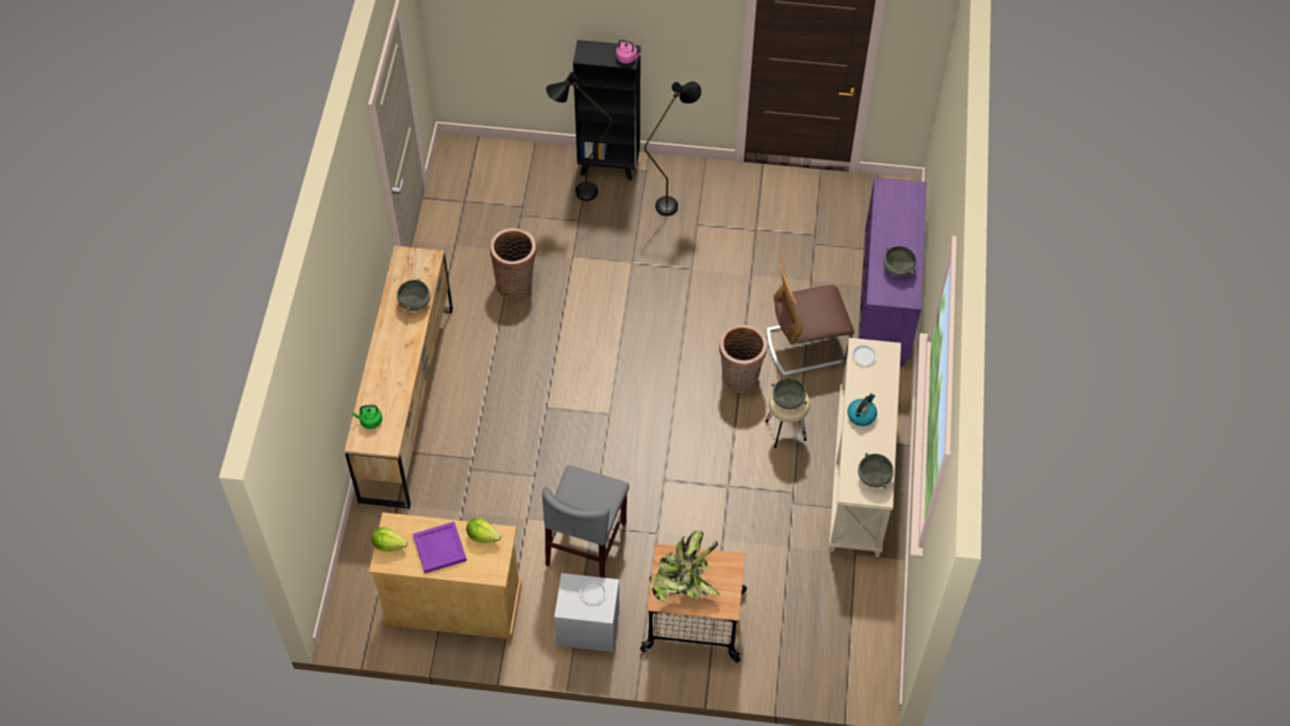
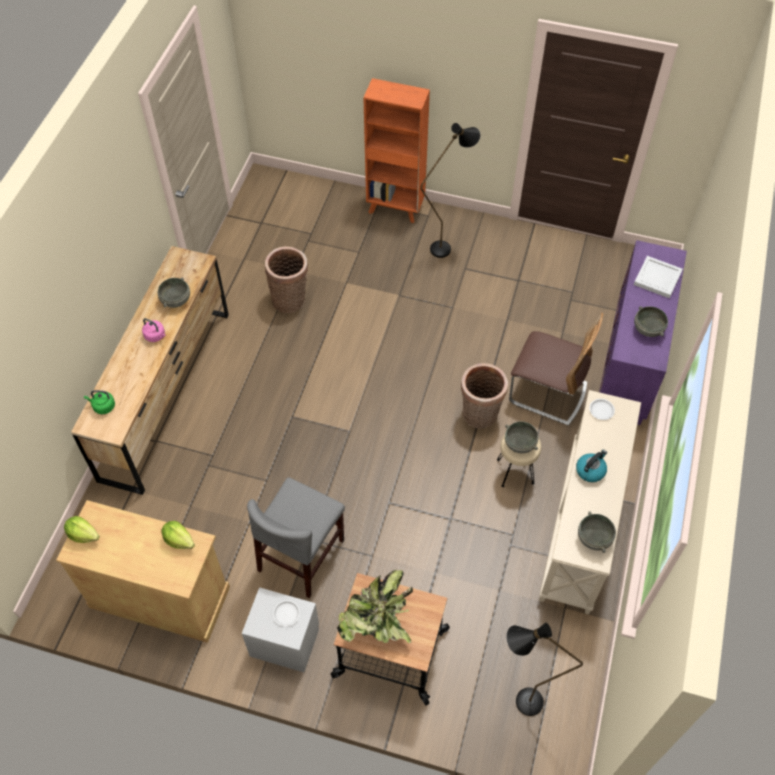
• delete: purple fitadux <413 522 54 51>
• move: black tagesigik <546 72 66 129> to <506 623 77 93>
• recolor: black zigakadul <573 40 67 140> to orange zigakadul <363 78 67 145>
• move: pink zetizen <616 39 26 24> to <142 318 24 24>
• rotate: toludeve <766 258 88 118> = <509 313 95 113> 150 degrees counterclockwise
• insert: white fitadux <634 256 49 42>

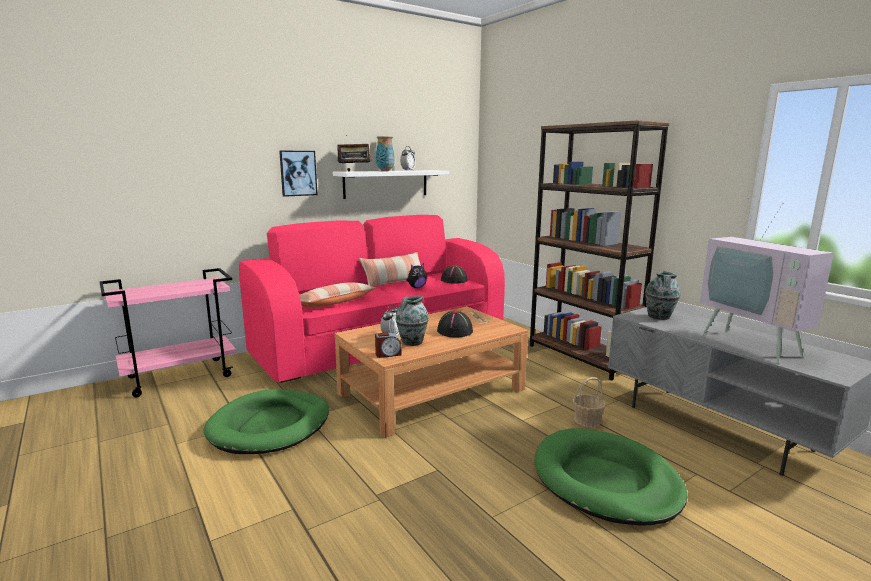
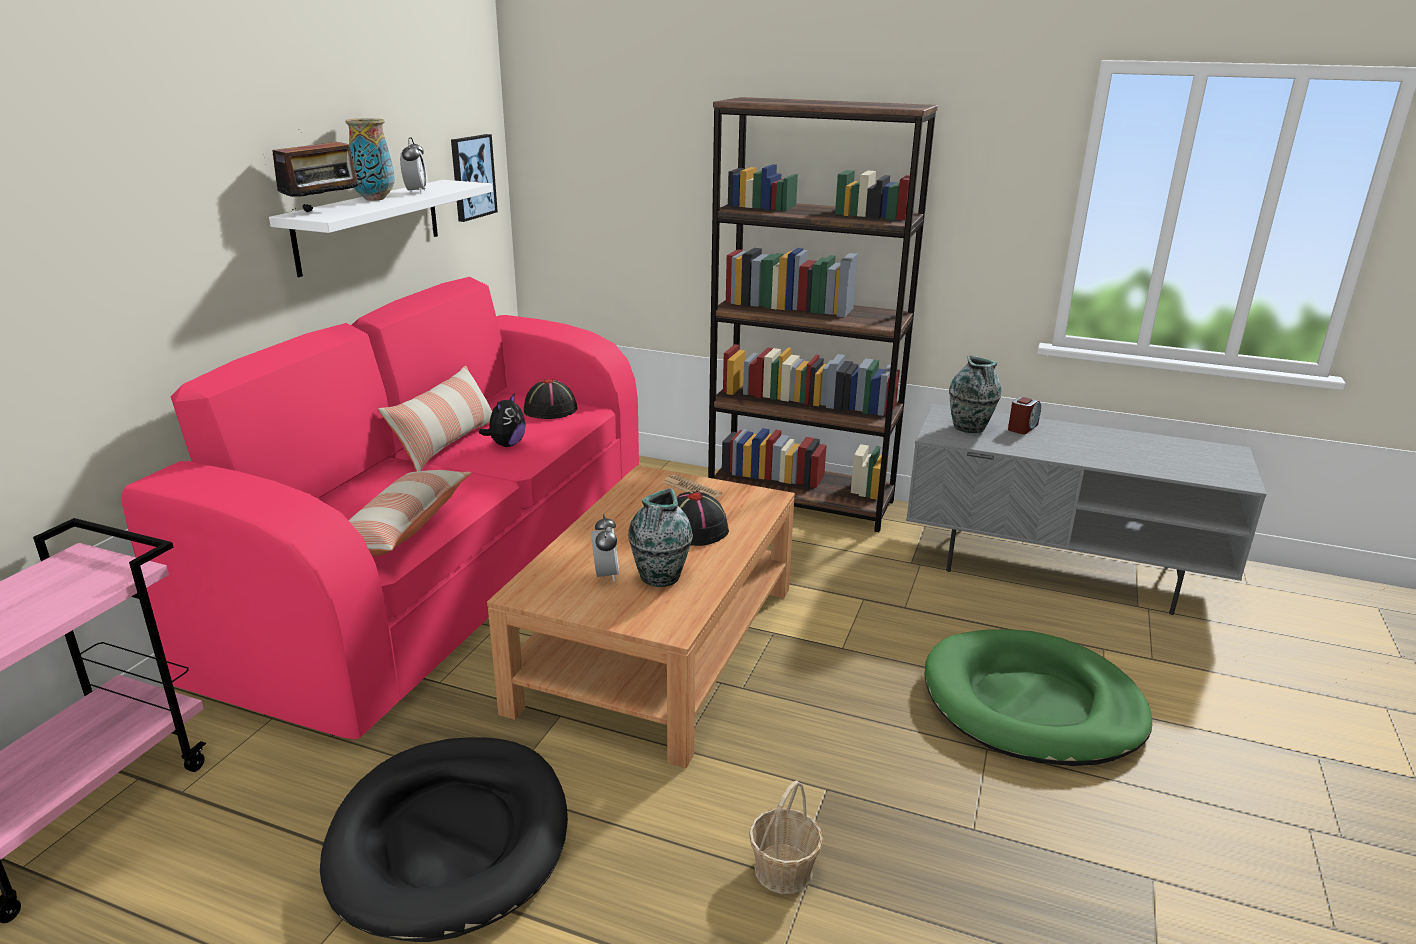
• recolor: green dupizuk <203 389 126 65> to black dupizuk <320 737 248 205>
• move: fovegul <279 151 39 46> to <451 134 47 88>
• move: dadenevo <375 332 27 26> to <1008 397 33 37>
• move: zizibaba <573 377 33 50> to <749 781 74 113>
• delete: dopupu <700 198 134 166>

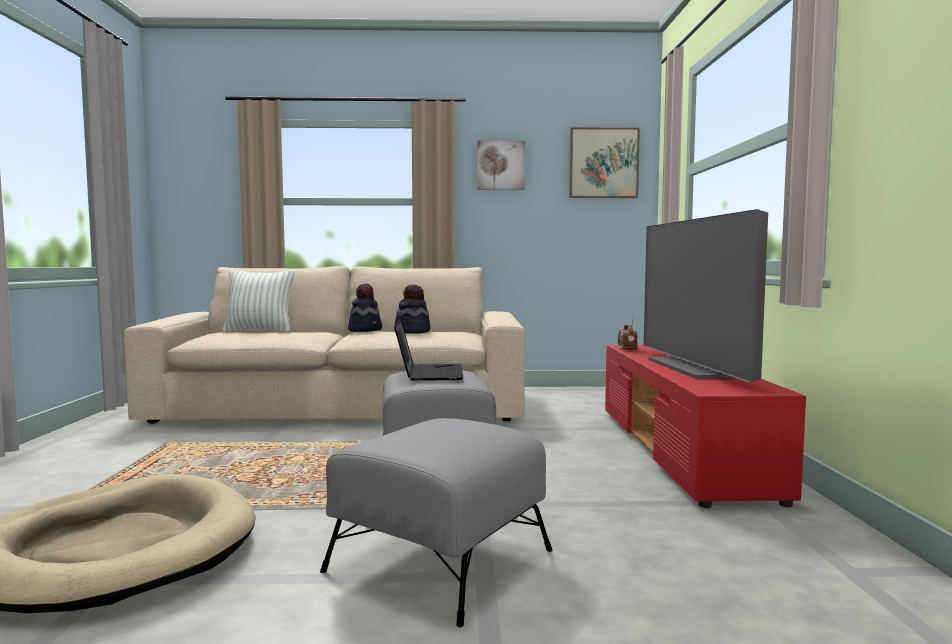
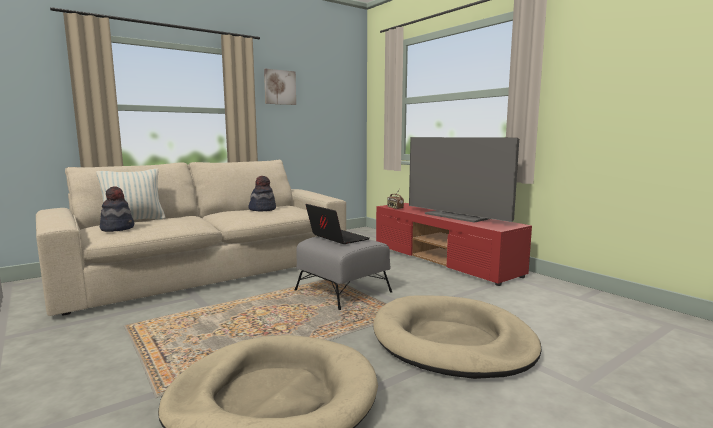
• replace: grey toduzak <320 418 233 209> to beige dupizuk <373 295 169 84>
• move: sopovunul <348 284 34 48> to <100 186 34 46>
• delete: fovegul <569 127 71 71>

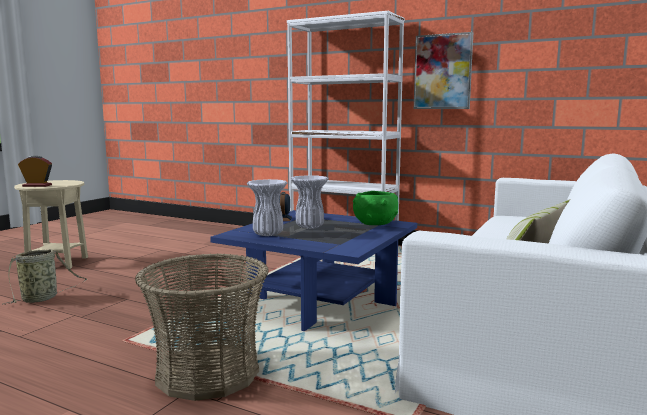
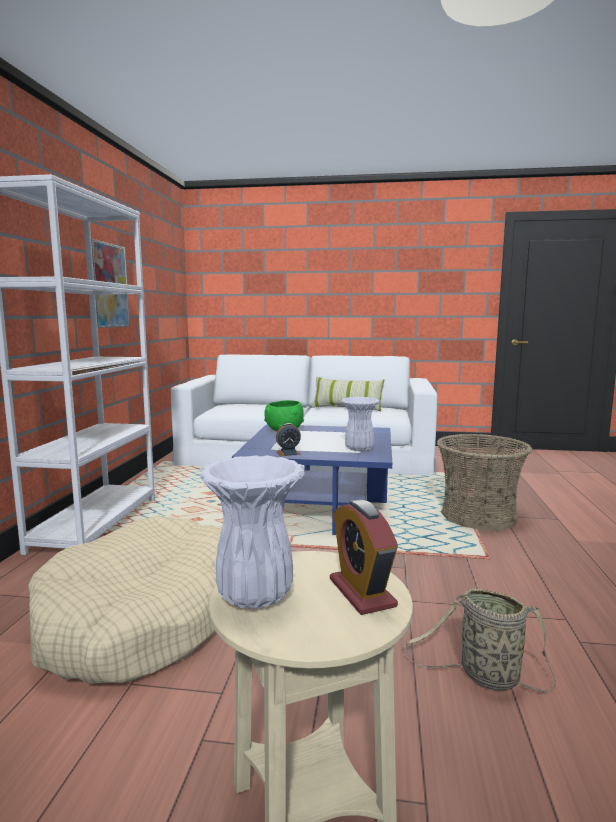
• move: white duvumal <291 175 38 54> to <200 455 105 154>
• insert: beige dupizuk <28 516 193 168>

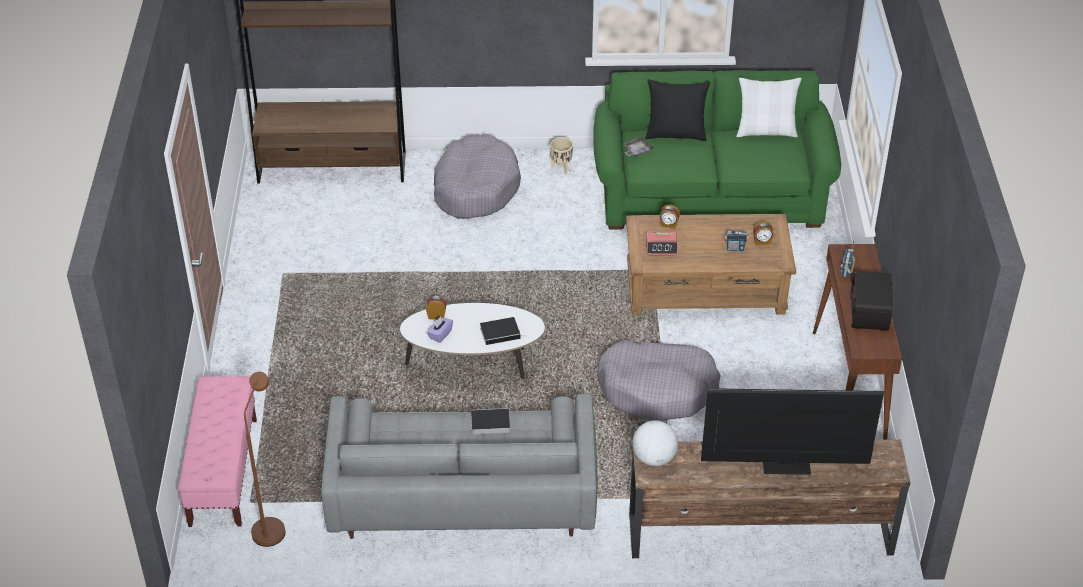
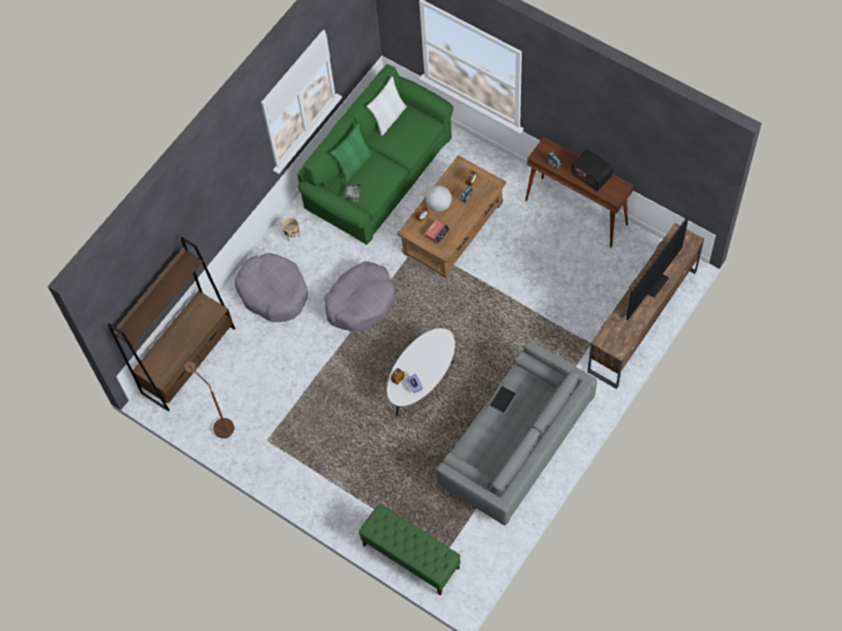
• recolor: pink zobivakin <177 376 80 151> to green zobivakin <359 504 102 92>
• move: brown tagesigik <244 371 41 176> to <184 361 50 77>
• delete: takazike <480 317 47 28>
• move: grey dupizuk <597 340 124 80> to <324 261 71 71>
• move: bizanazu <632 420 46 46> to <426 185 26 27>
• recolor: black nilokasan <645 79 65 62> to green nilokasan <330 123 43 59>

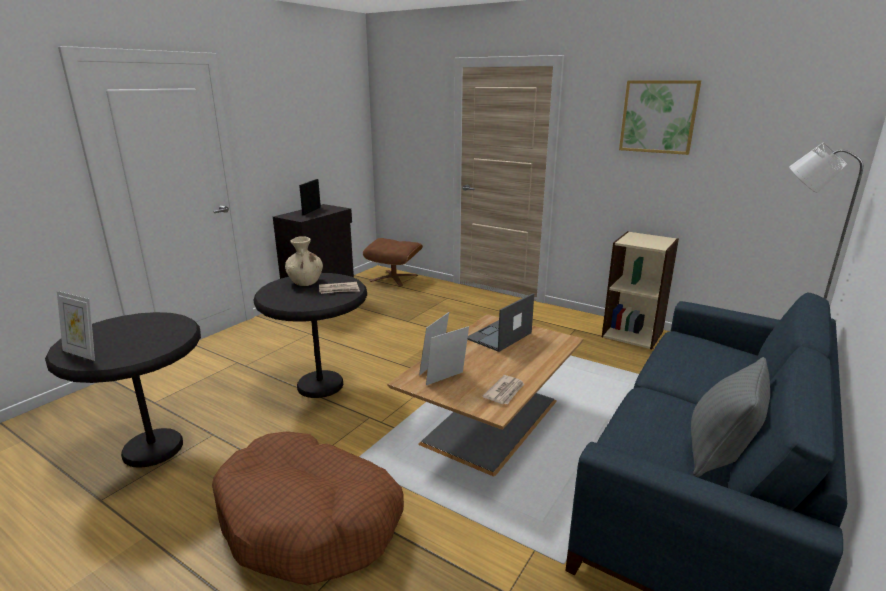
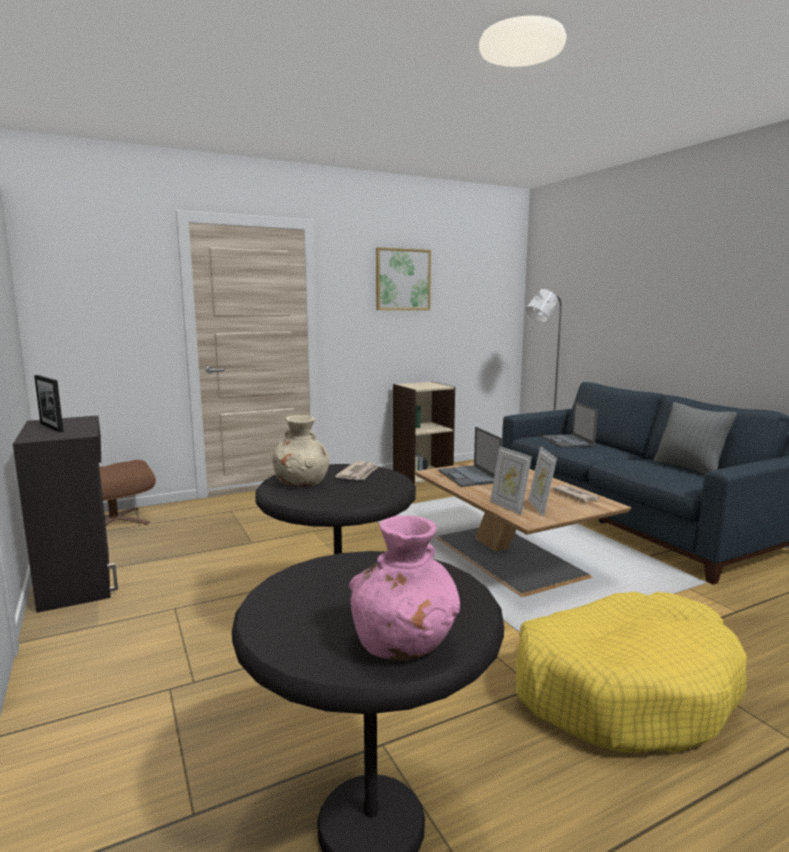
• replace: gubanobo <57 291 38 70> to pink duvumal <350 515 110 145>
• recolor: brown dupizuk <212 431 192 154> to yellow dupizuk <516 592 231 161>
• insert: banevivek <542 402 56 46>

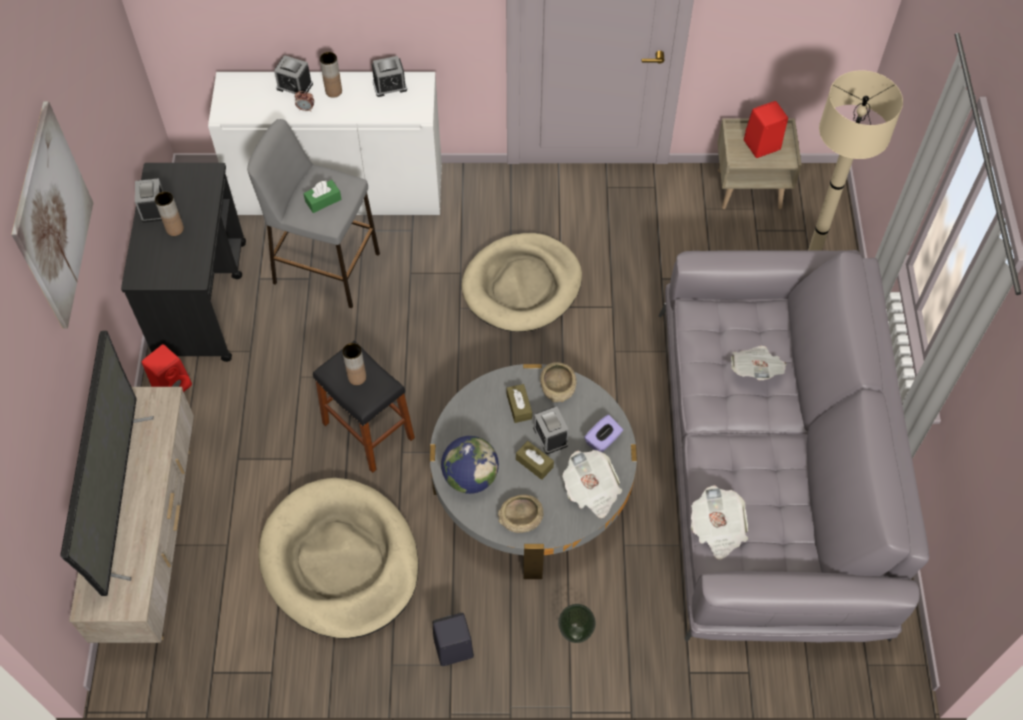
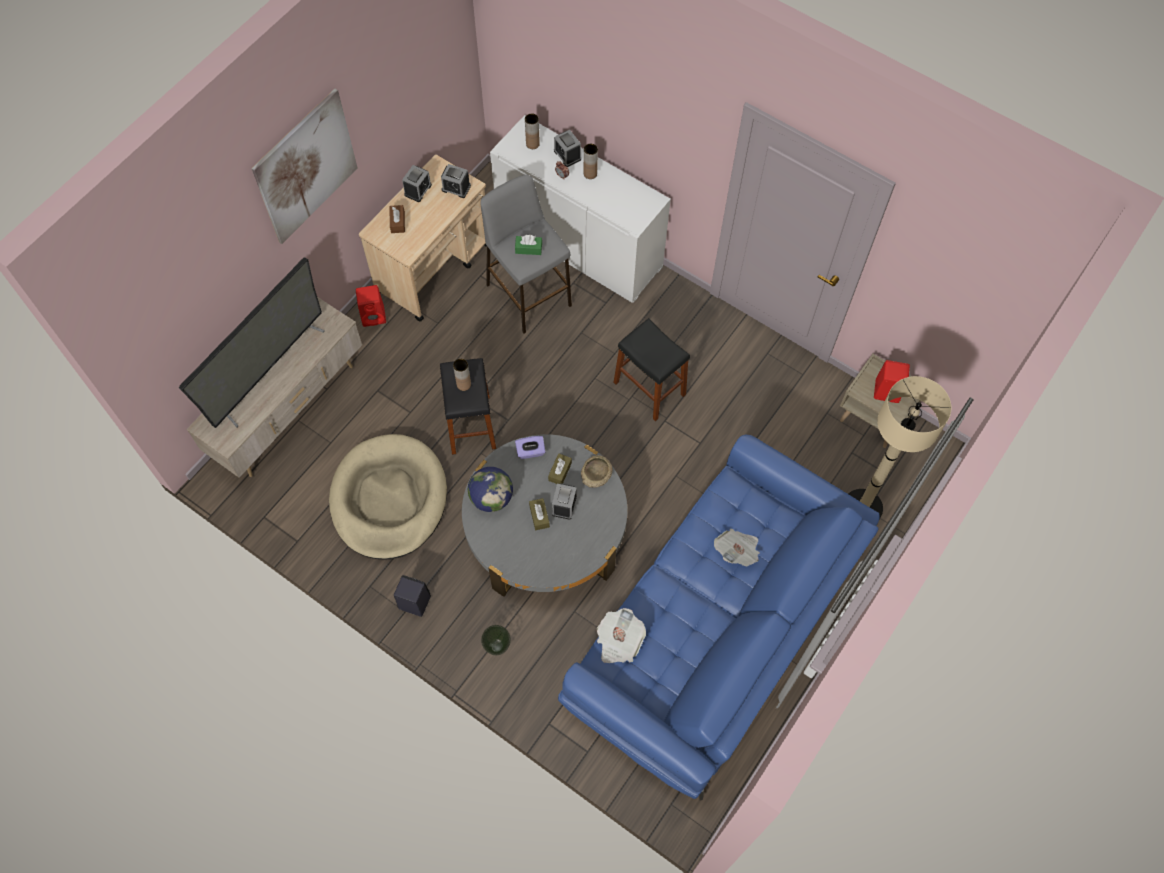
• recolor: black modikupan <121 163 125 199> to beige modikupan <359 155 128 166>
• move: brown duvumal <155 192 29 44> to <525 114 15 35>
• move: dadenevo <372 56 35 41> to <441 164 30 34>
• replace: beige dupizuk <461 233 121 99> to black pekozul <613 318 77 103>
• delete: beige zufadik <498 495 45 38>
• delete: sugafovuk <562 450 60 68>
• move: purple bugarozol <584 415 39 37> to <515 436 30 23>
• recolor: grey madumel <658 250 271 393> to blue madumel <558 435 322 366>
• insert: brown bugarozol <390 205 15 28>

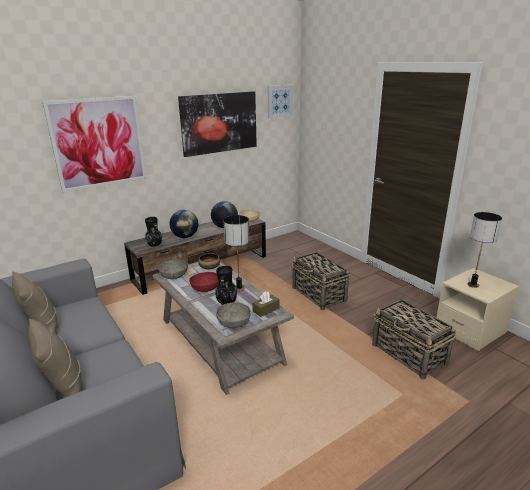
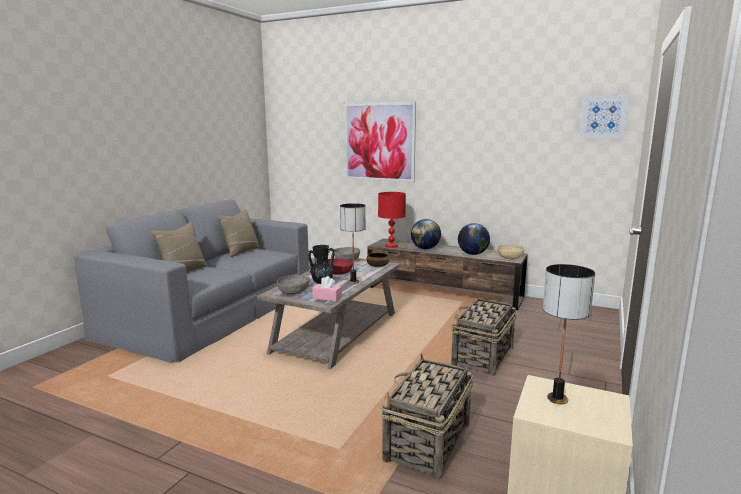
• replace: black duvumal <145 217 17 31> to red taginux <378 192 28 56>
• delete: fovegul <178 91 79 66>
• recolor: brown bugarozol <252 291 28 26> to pink bugarozol <312 276 30 26>

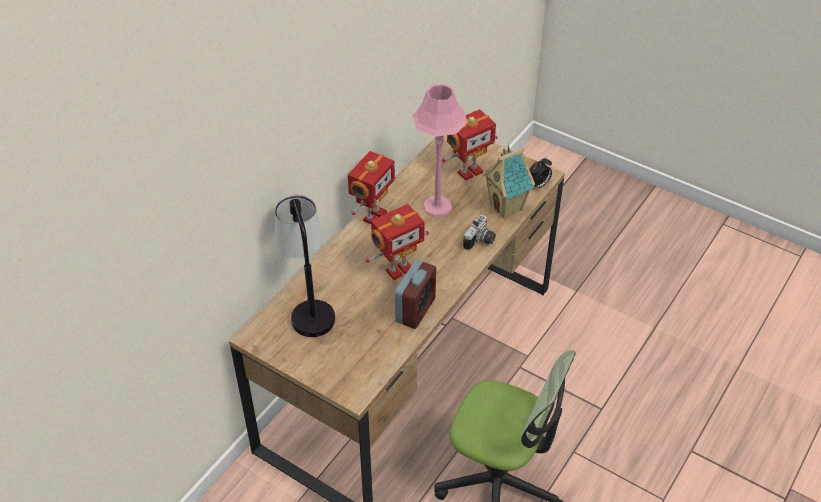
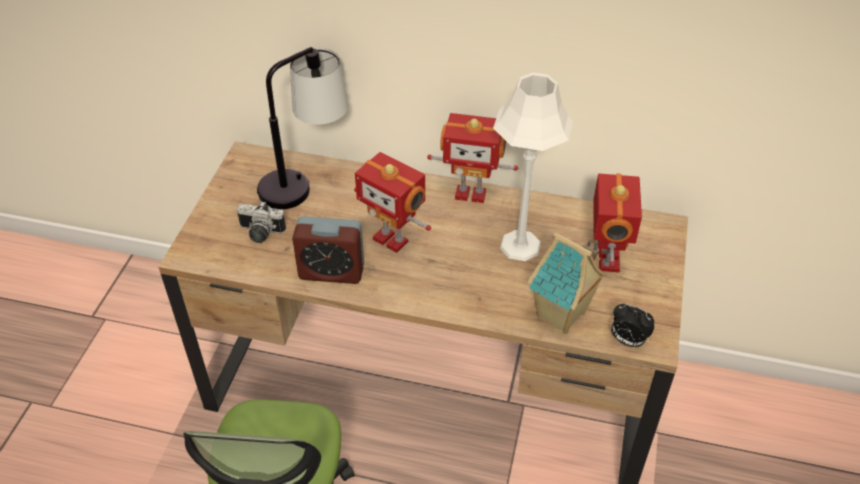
• recolor: pink taginux <412 83 56 134> to white taginux <493 73 80 188>
• rotate: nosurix <442 109 56 72> = <593 173 49 100> 120 degrees counterclockwise
• move: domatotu <463 215 33 35> to <237 201 49 42>

